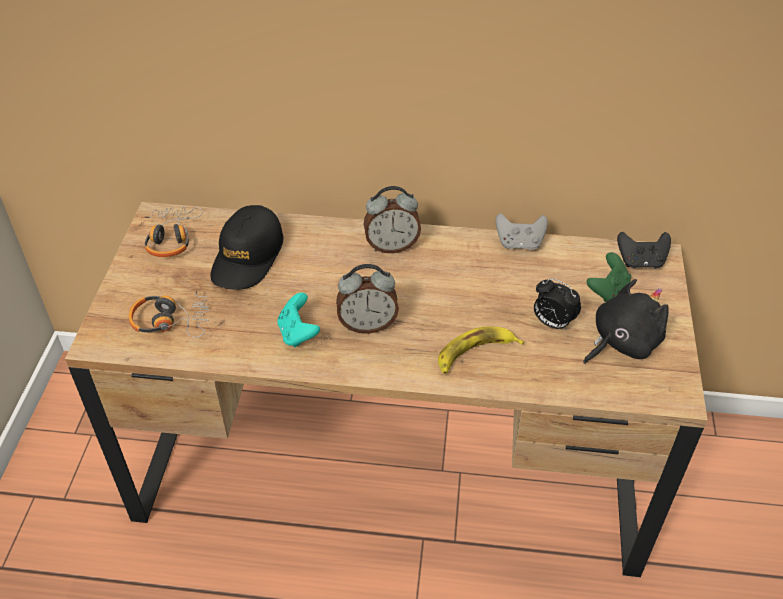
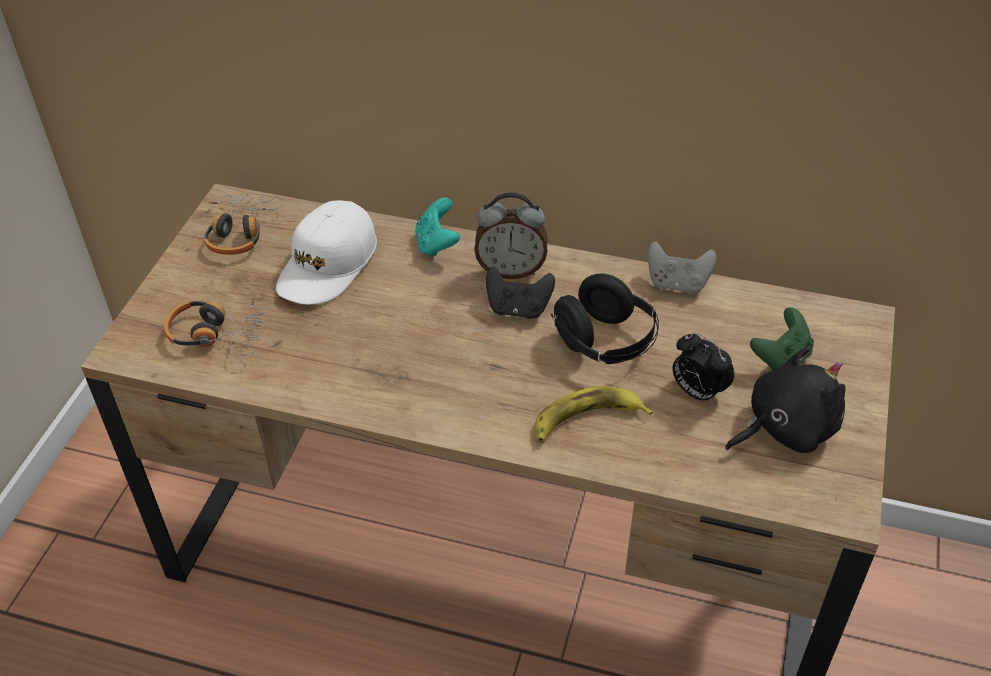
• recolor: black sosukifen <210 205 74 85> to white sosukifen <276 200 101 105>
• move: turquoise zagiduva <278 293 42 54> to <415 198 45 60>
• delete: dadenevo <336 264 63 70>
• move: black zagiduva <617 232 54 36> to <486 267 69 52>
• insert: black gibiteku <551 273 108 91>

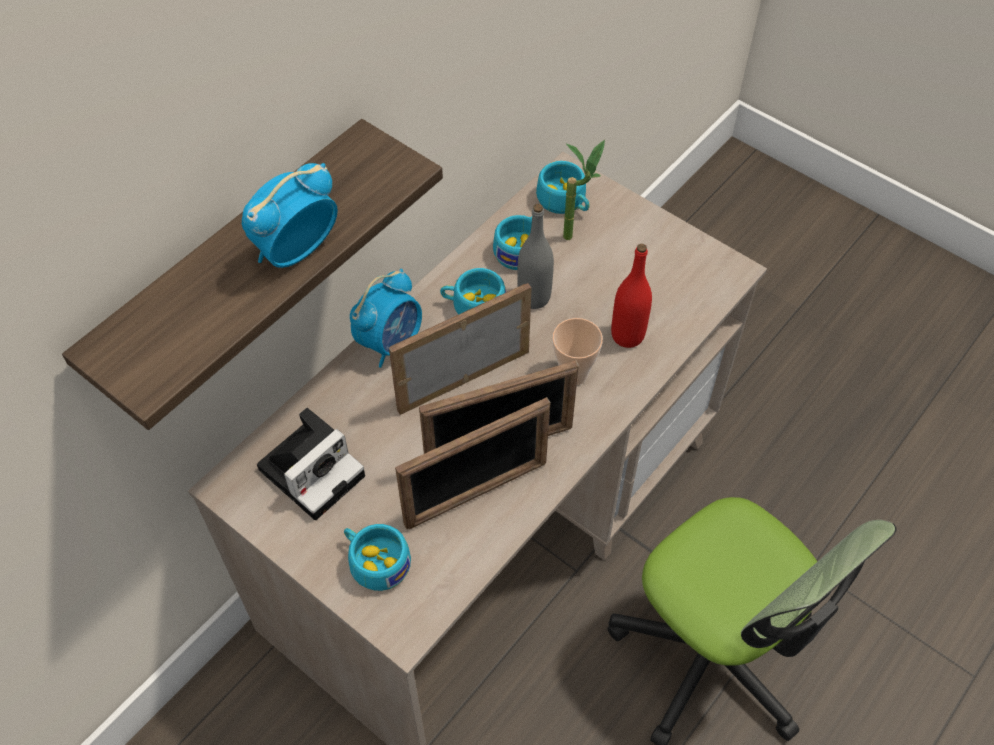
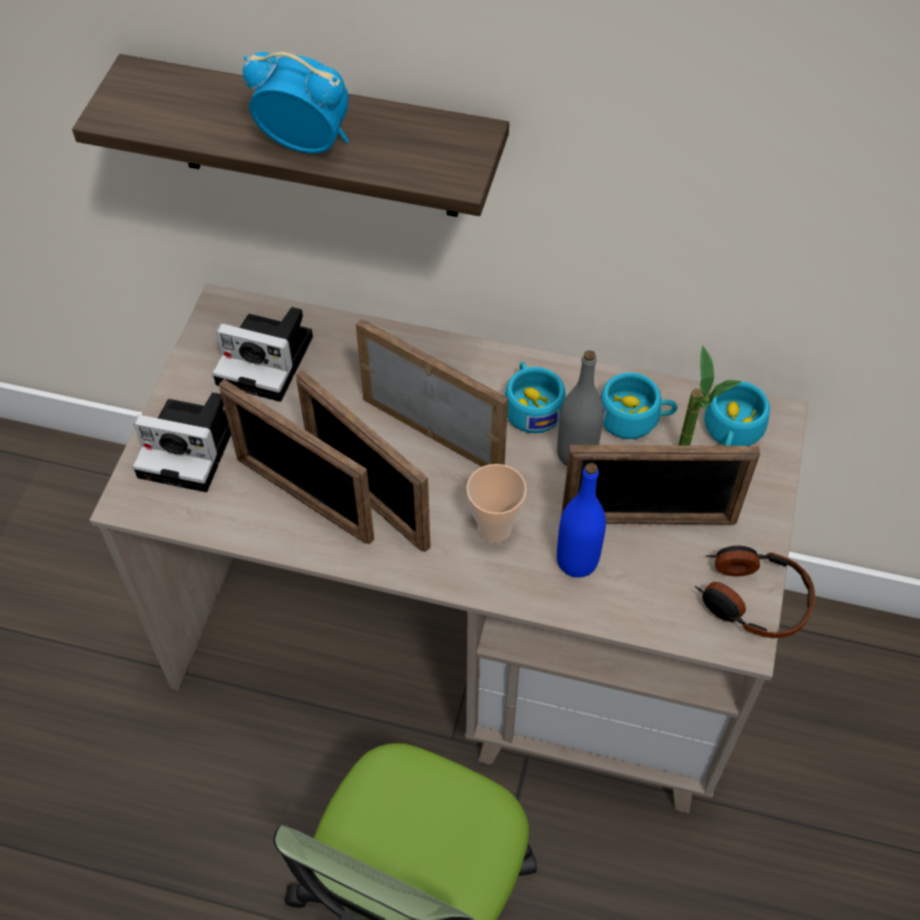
• replace: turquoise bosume <344 524 67 67> to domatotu <133 392 98 100>
• delete: dadenevo <350 269 72 99>
• recolor: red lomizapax <611 244 41 104> to blue lomizapax <557 463 49 115>
• insert: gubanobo <561 445 200 80>
• insert: gibiteku <695 546 120 92>

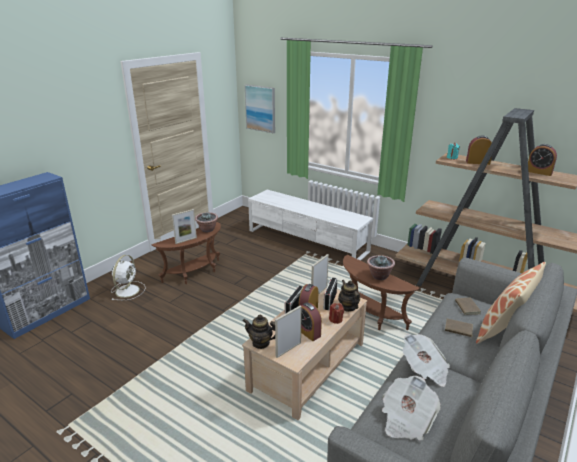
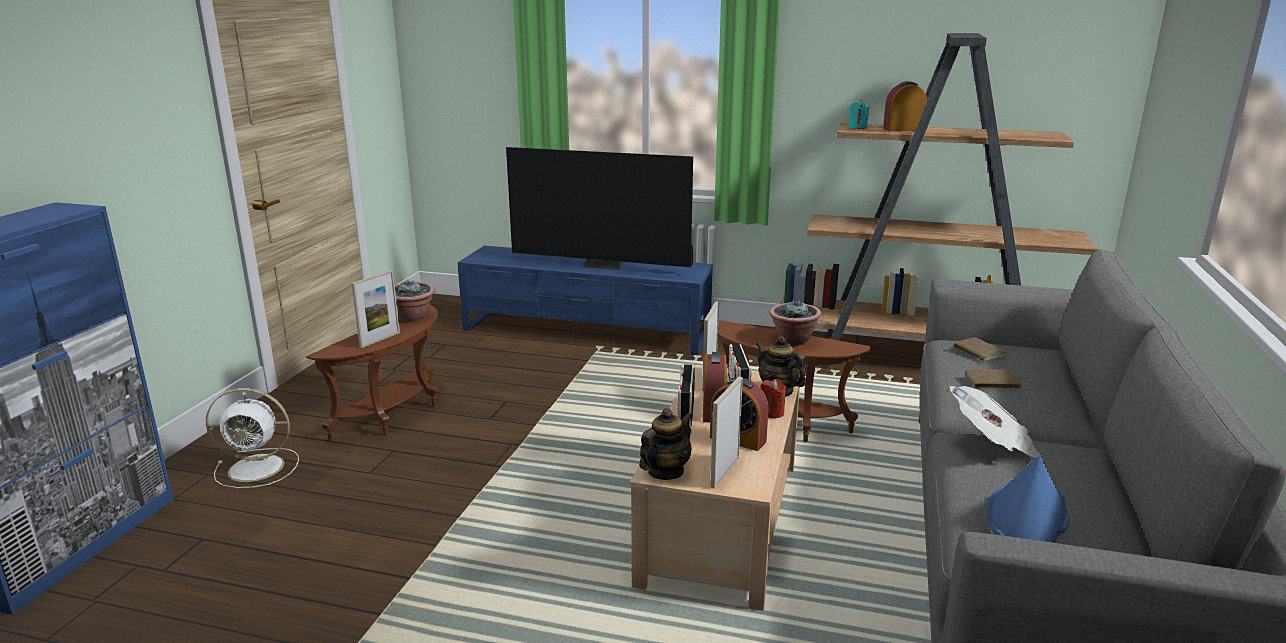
• rotate: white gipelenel <111 255 35 45> = <206 388 93 100> 90 degrees clockwise
• rotate: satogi <243 314 32 35> = <639 408 54 72> 135 degrees clockwise
• delete: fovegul <245 84 30 49>
• recolor: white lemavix <248 190 125 71> to blue lemavix <457 246 256 109>
• replace: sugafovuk <382 376 58 65> to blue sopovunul <987 455 83 88>
• delete: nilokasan <476 262 70 82>
• delete: dadenevo <528 144 29 32>
• insert: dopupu <506 147 187 123>

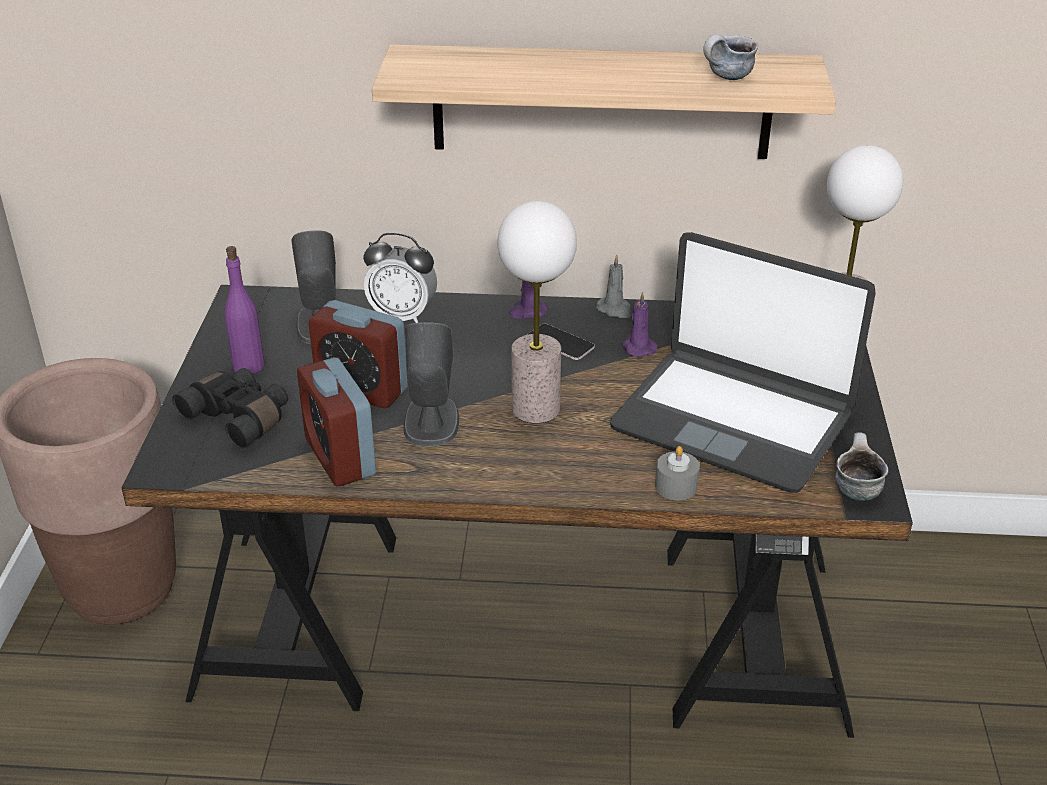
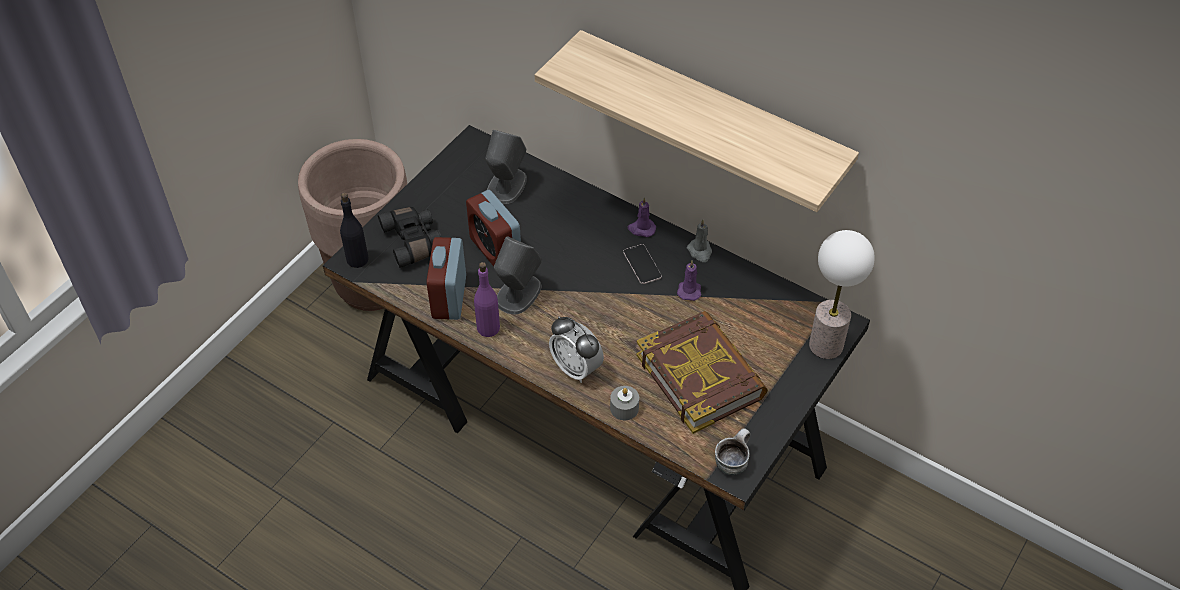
• move: purple lomizapax <225 246 40 128> to <474 262 26 75>
• move: dadenevo <363 233 74 90> to <549 316 55 67>
• delete: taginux <497 201 80 222>
• replace: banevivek <610 232 266 261> to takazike <636 311 132 123>
• delete: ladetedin <703 34 55 46>
• insert: black lomizapax <340 193 29 75>

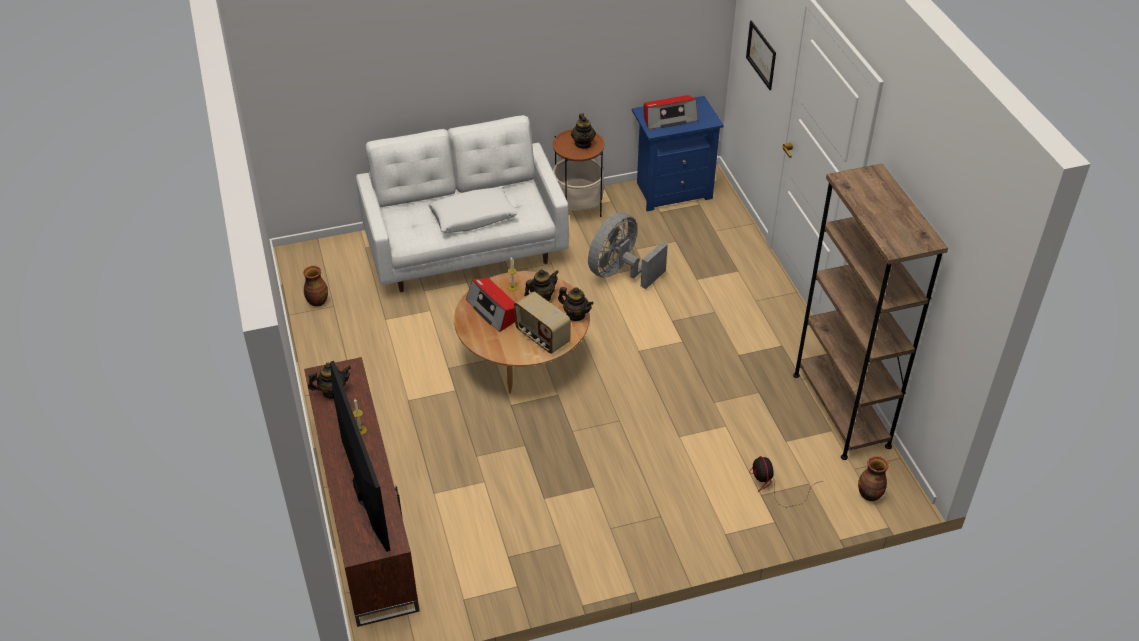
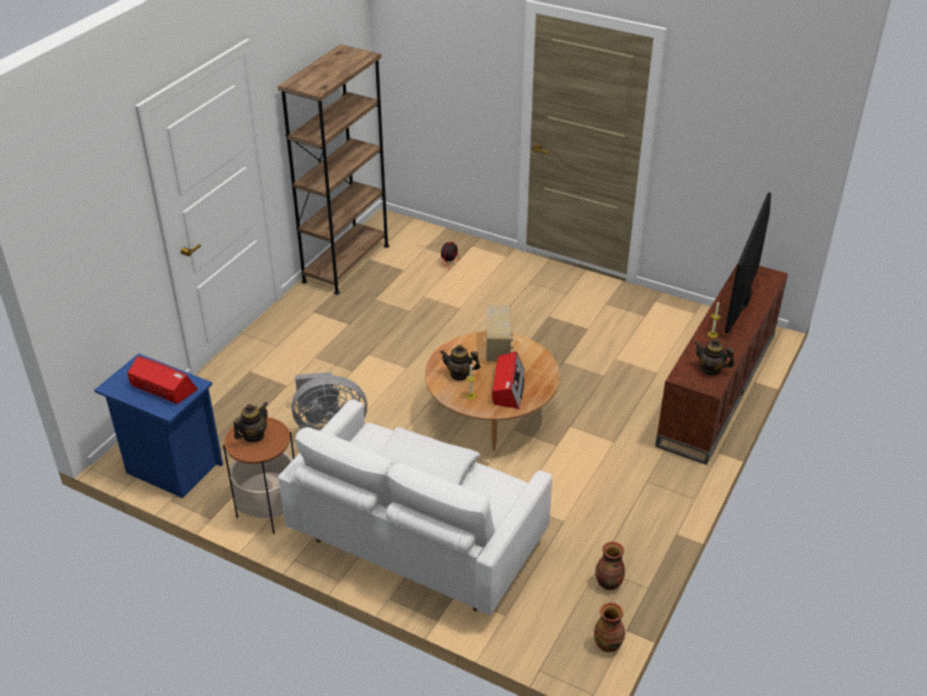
• delete: satogi <558 287 36 34>
• delete: fovegul <746 20 30 70>
• move: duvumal <858 456 31 45> to <594 603 31 49>

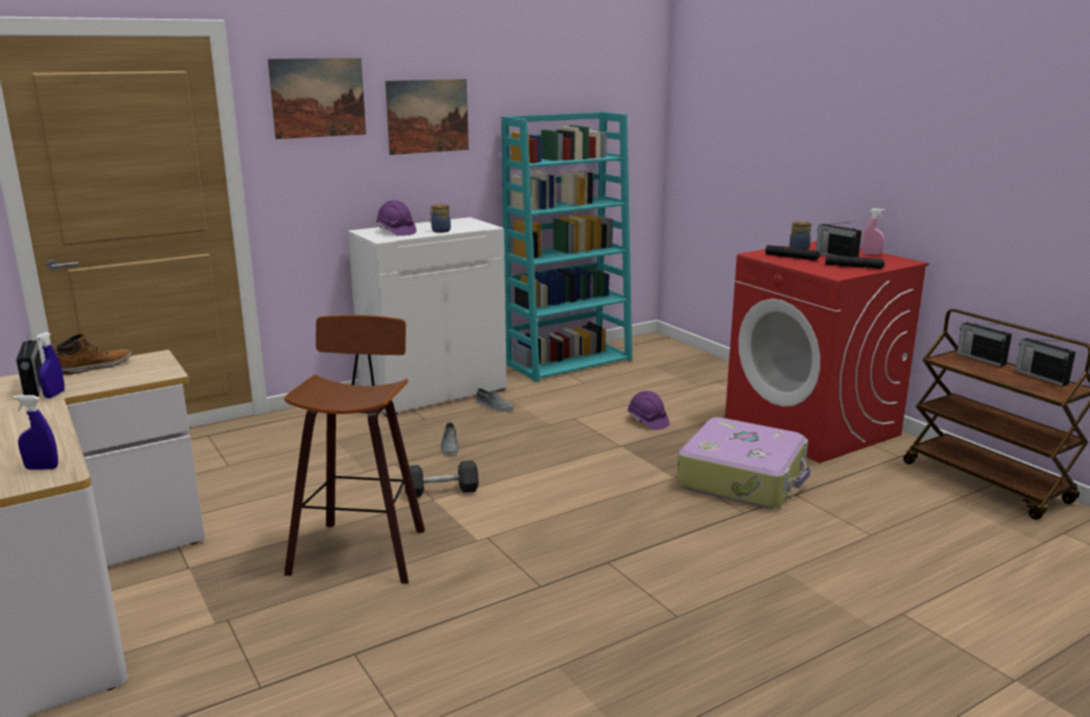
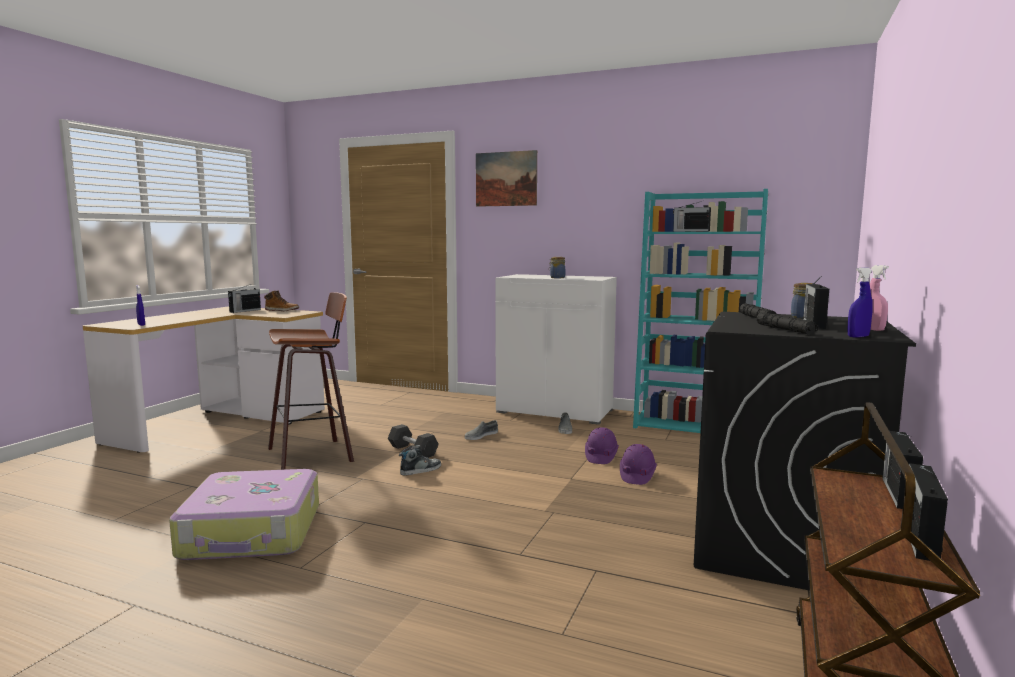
• move: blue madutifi <35 332 30 66> to <847 267 26 71>
• move: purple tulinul <376 201 40 35> to <585 427 34 37>
• delete: fovegul <385 79 84 76>
• move: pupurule <677 417 133 92> to <169 469 150 91>
• recolor: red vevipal <725 241 204 222> to black vevipal <694 312 222 278>
• insert: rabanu <399 445 42 31>
• insert: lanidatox <673 200 38 31>

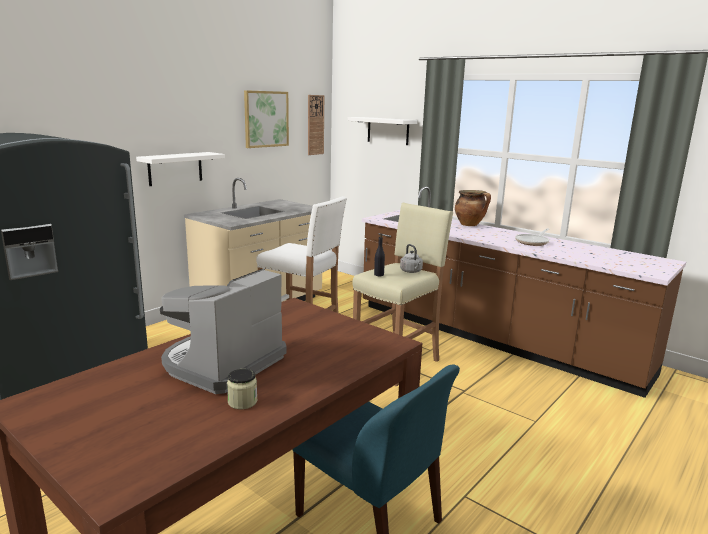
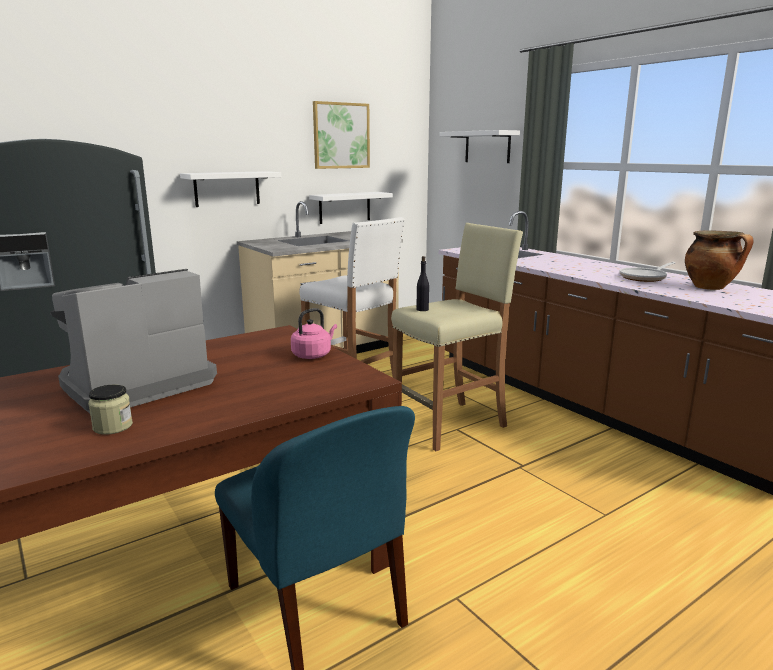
• delete: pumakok <308 95 16 60>
• delete: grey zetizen <400 244 23 29>
• move: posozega <455 190 36 36> to <685 231 68 59>
• insert: pink zetizen <291 308 46 51>
• insert: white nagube <309 192 84 32>

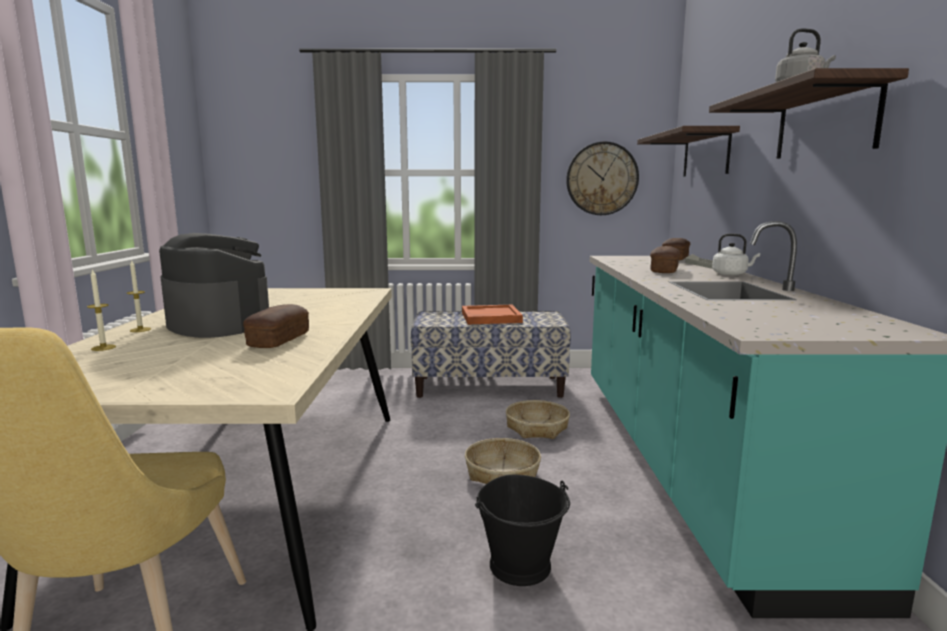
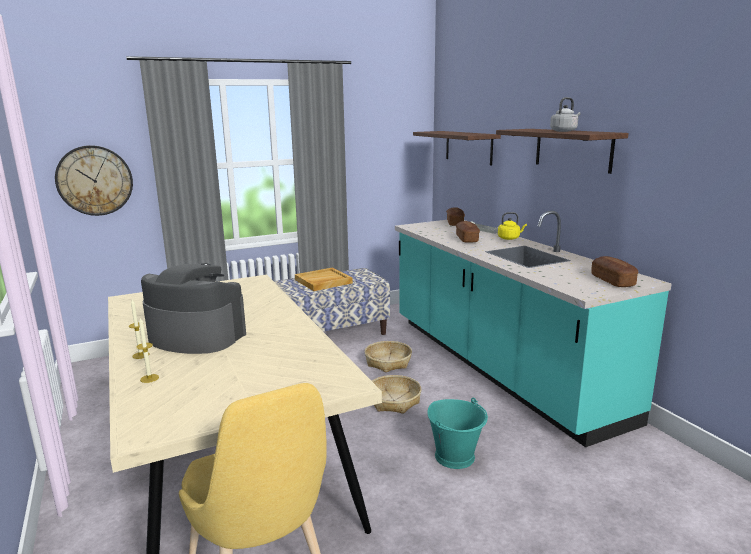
• move: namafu <243 304 66 44> to <592 256 46 31>
• recolor: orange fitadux <462 305 61 19> to beige fitadux <295 268 58 23>
• recolor: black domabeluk <475 475 95 111> to turquoise domabeluk <427 398 61 71>
• move: pumakok <566 141 73 74> to <55 145 78 71>
• recolor: white zetizen <712 234 48 41> to yellow zetizen <498 212 29 28>

